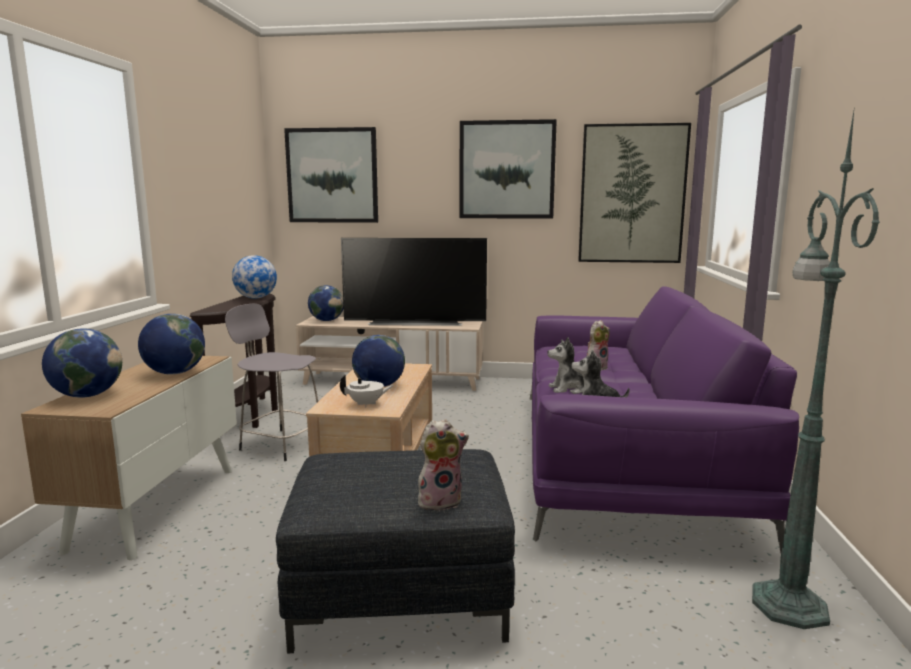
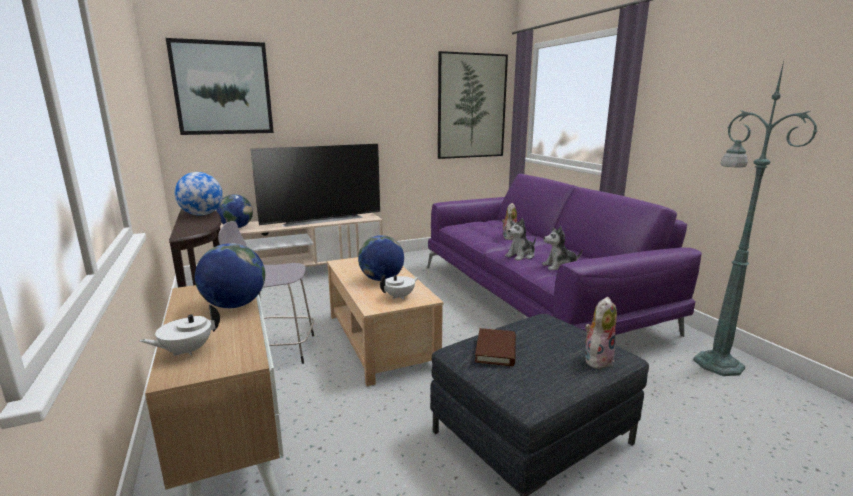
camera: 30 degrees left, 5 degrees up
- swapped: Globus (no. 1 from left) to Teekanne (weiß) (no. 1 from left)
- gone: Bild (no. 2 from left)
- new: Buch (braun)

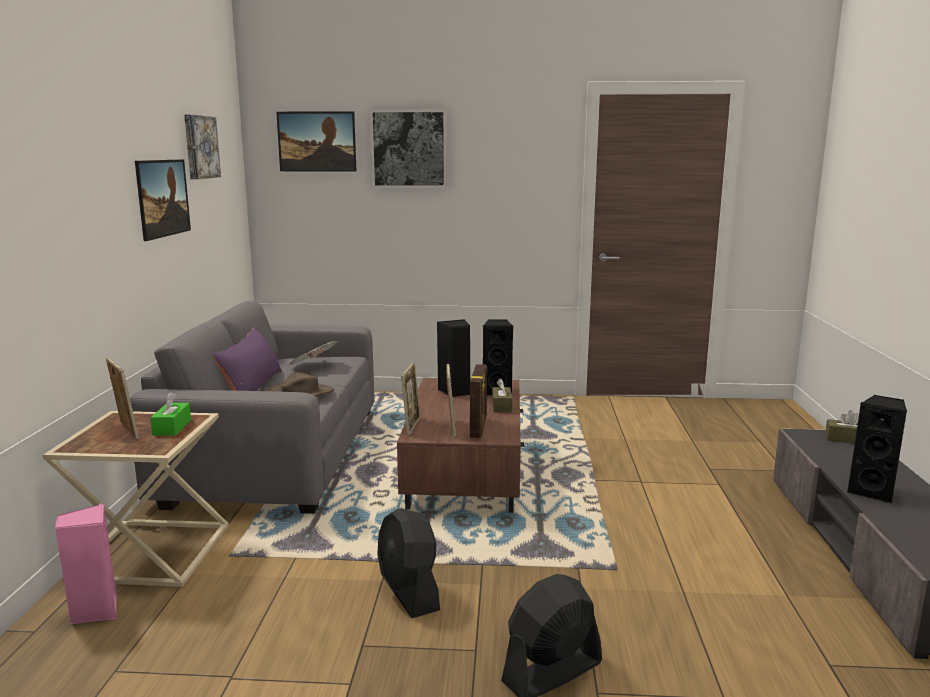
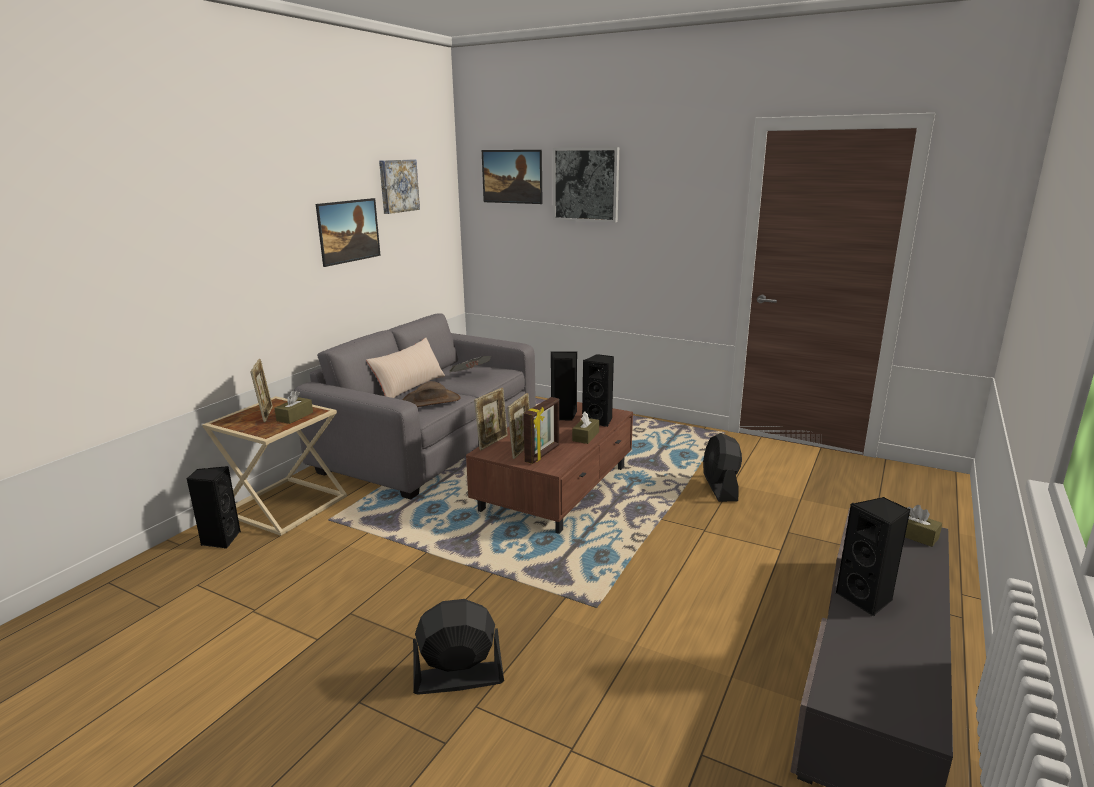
camera: 25 degrees right, 5 degrees up
- repainted: Lautsprecher (rosa) to Lautsprecher (schwarz) (no. 1 from left)
- repainted: Taschentuchbox (grün) to Taschentuchbox (braun) (no. 1 from left)
- repainted: Kissen (lila) to Kissen (beige)
- shifted: Ventilator (schwarz) (no. 1 from left in the first image) to Ventilator (schwarz) (no. 2 from left)

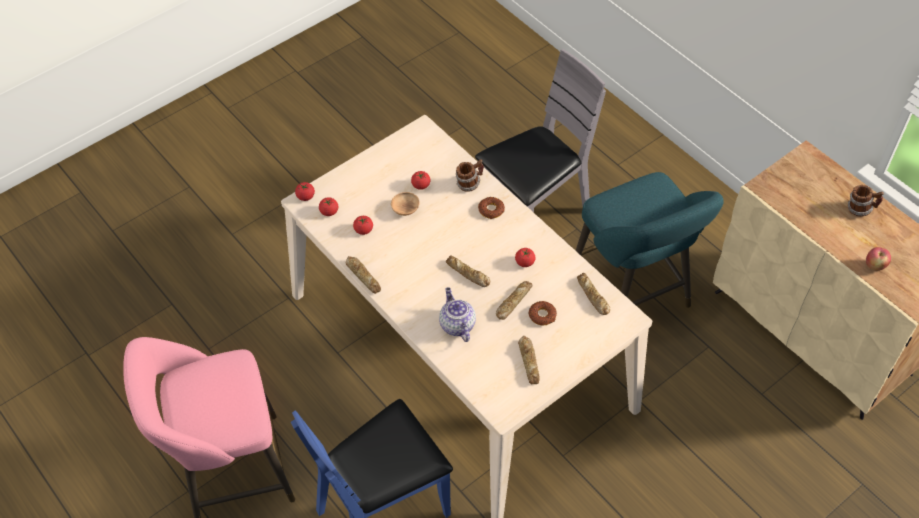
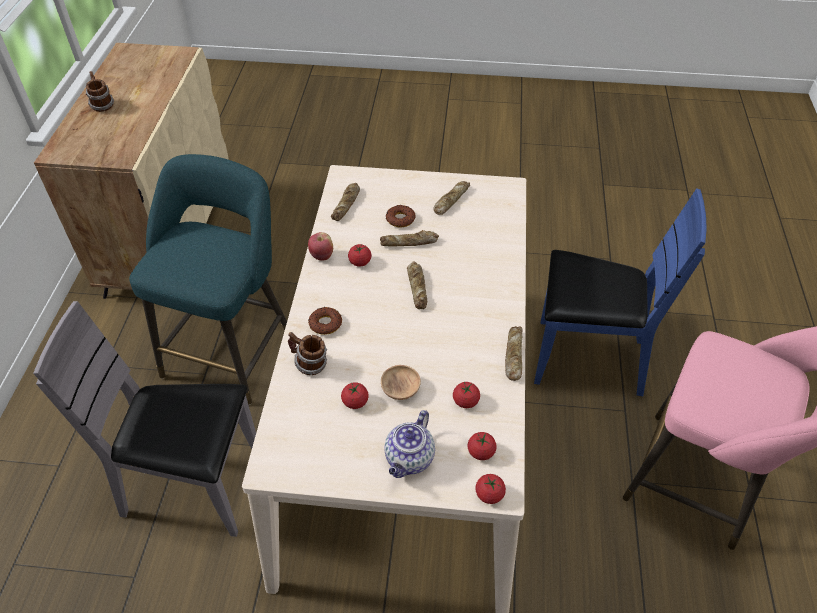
camera: 135 degrees left, 5 degrees down
- shifted: Teekanne
- shifted: Apfel

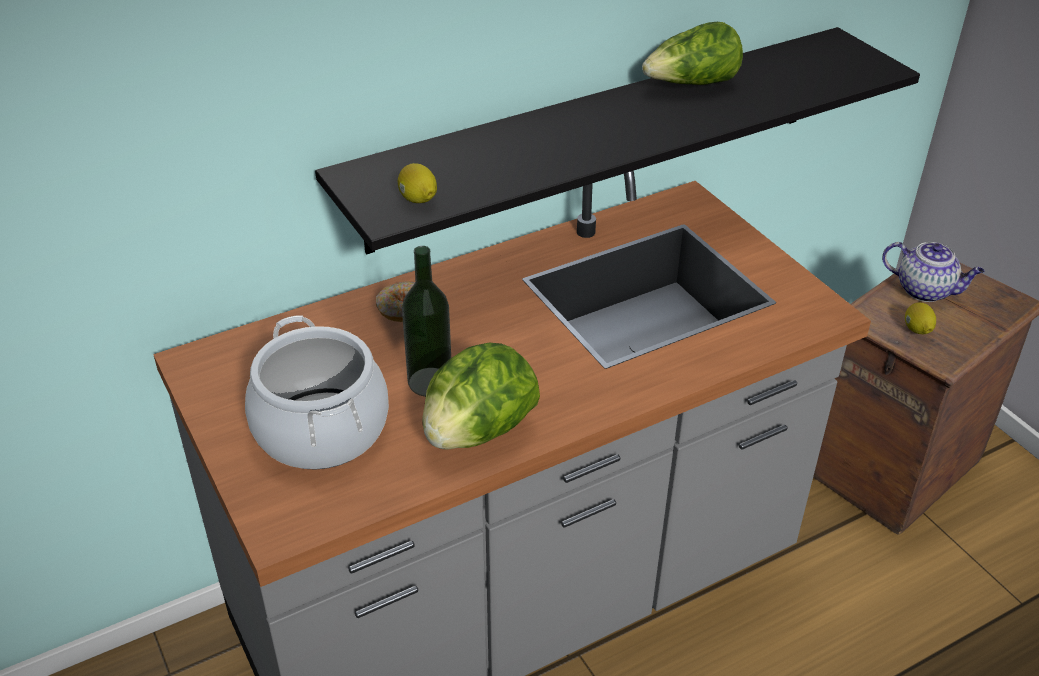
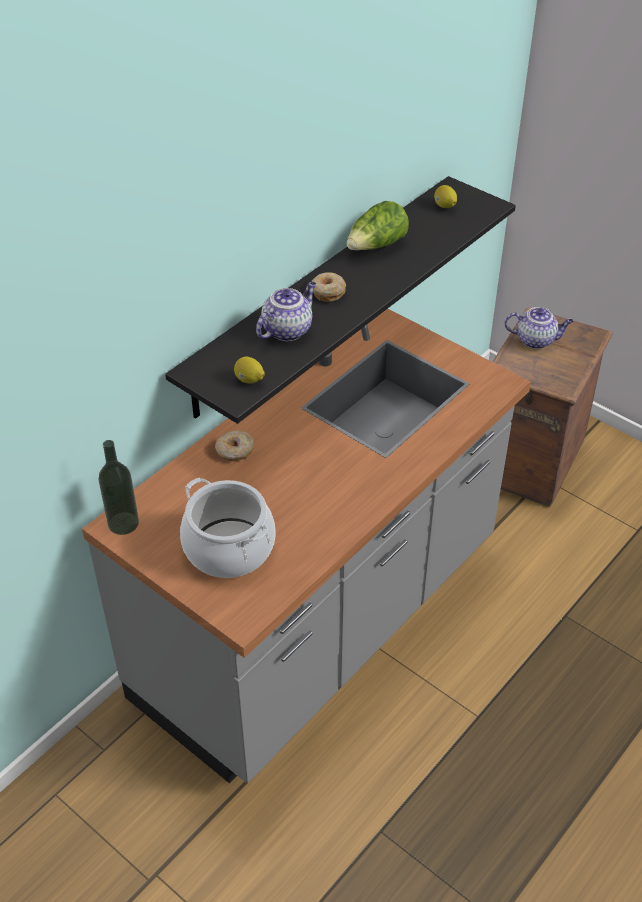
camera: 20 degrees left, 5 degrees up
- shifted: Flasche
- gone: Salatkopf (no. 1 from left)
- shifted: Zitrone (no. 2 from left)
- new: Teekanne (no. 1 from left)
- new: Donut (no. 2 from left)

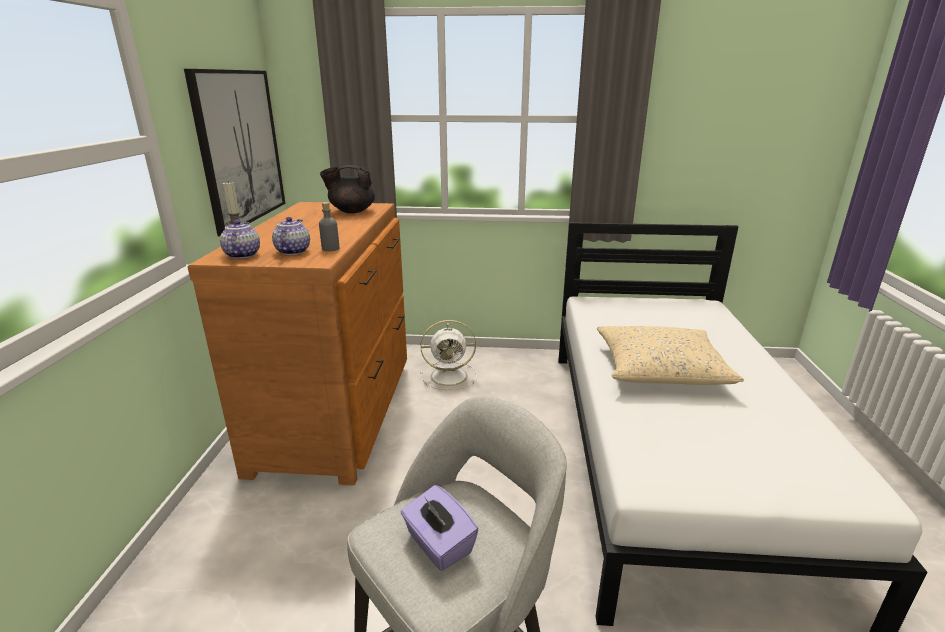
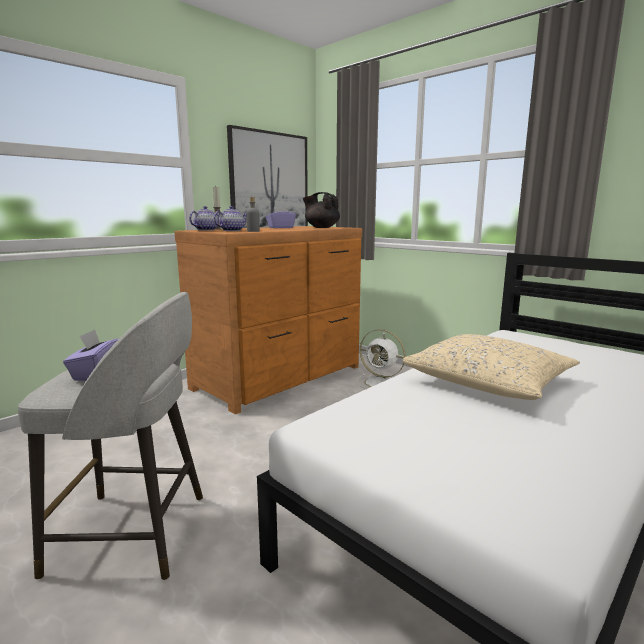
camera: 40 degrees right, 10 degrees down
- new: Taschentuchbox (lila) (no. 2 from left)

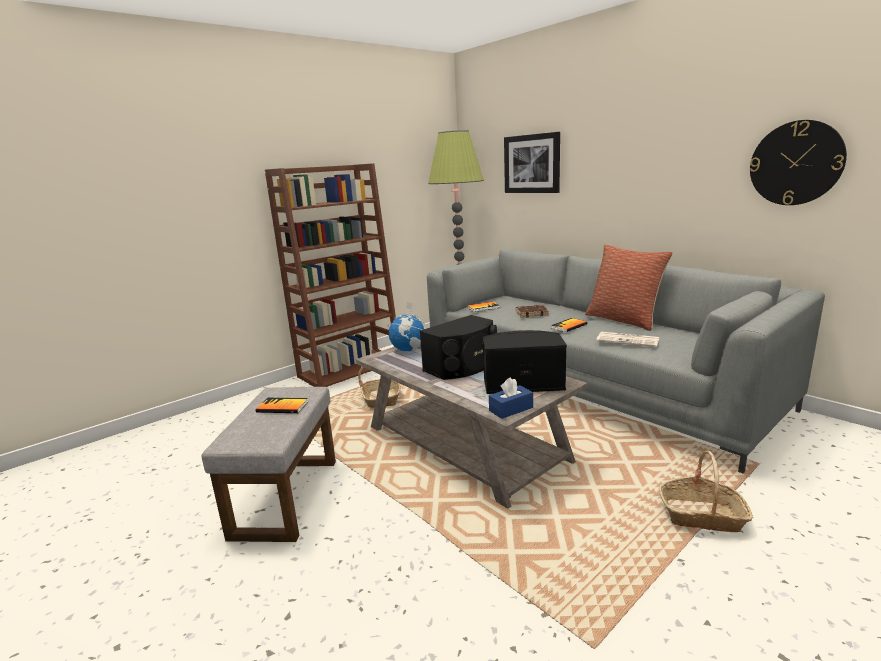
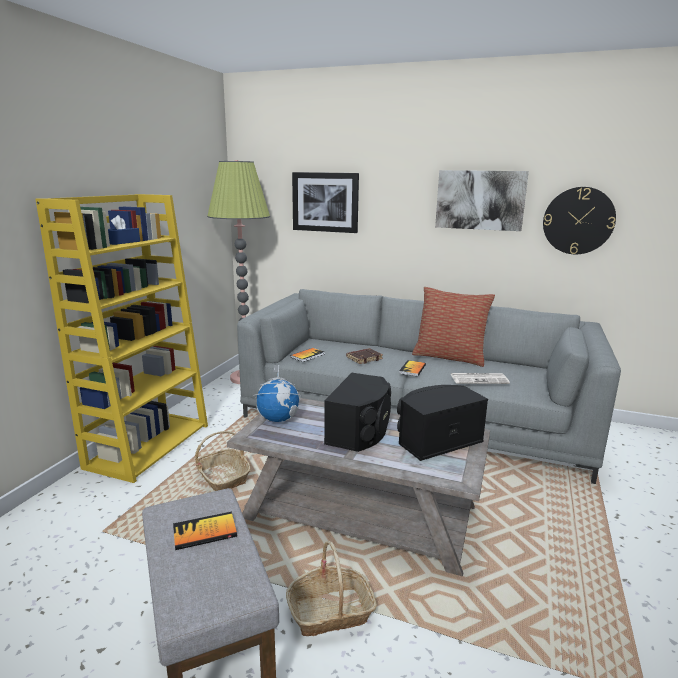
camera: 30 degrees left, 0 degrees up
- repainted: Bücherregal (braun) to Bücherregal (gelb)
- shifted: Taschentuchbox (blau)
- shifted: Korb (no. 2 from left)
- new: Bild (no. 2 from left)

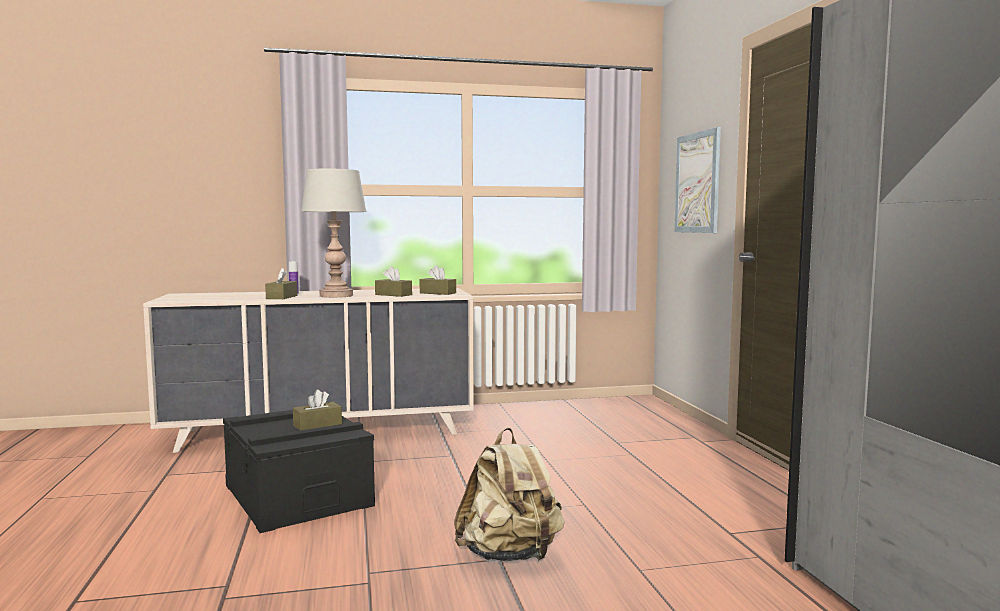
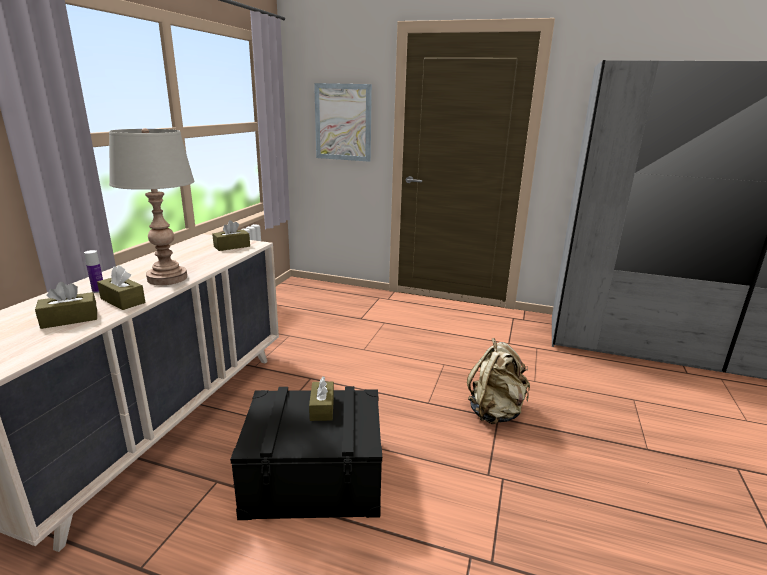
camera: 60 degrees left, 15 degrees up
- shifted: Taschentuchbox (braun) (no. 3 from left in the first image) to Taschentuchbox (braun) (no. 1 from left)

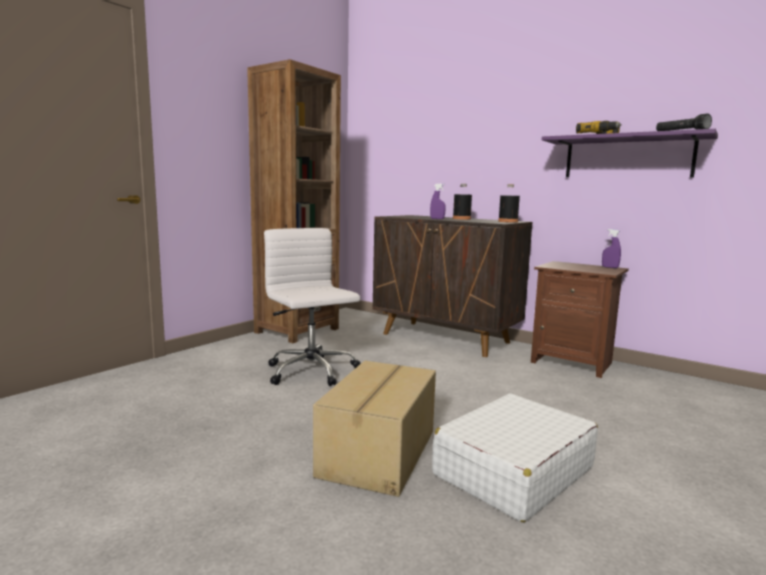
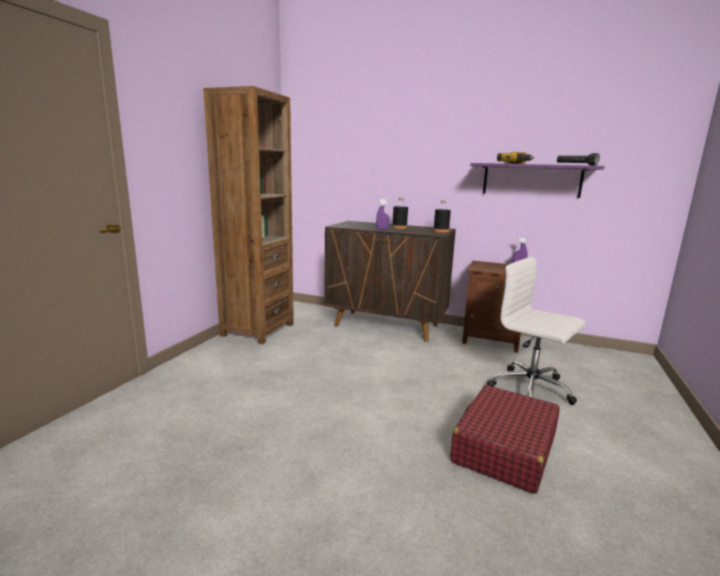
camera: 15 degrees left, 5 degrees up
- shifted: Bürostuhl (weiß)
- gone: Karton
- repainted: Koffer (weiß) to Koffer (rot)

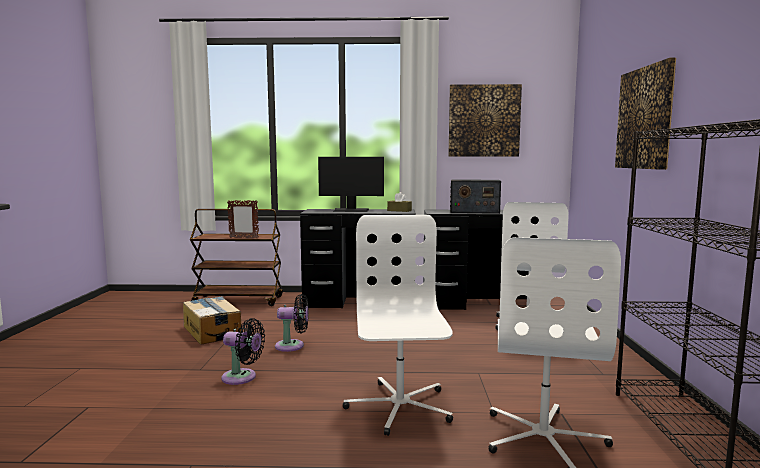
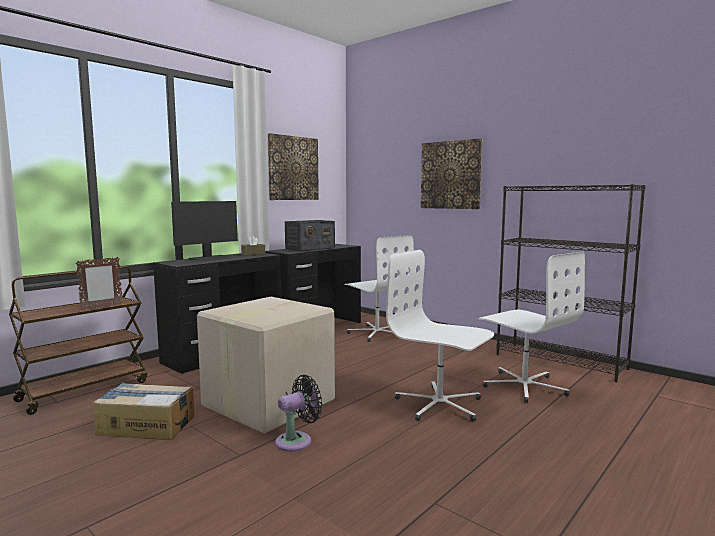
camera: 50 degrees left, 0 degrees up
- swapped: Ventilator (schwarz) (no. 2 from left) to Karton (no. 2 from left)

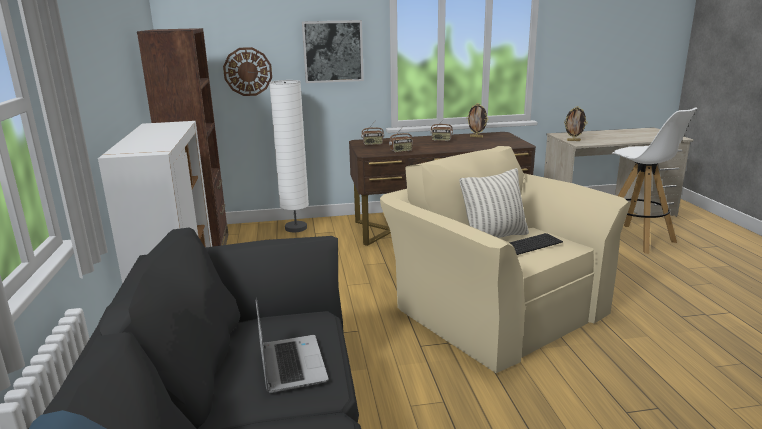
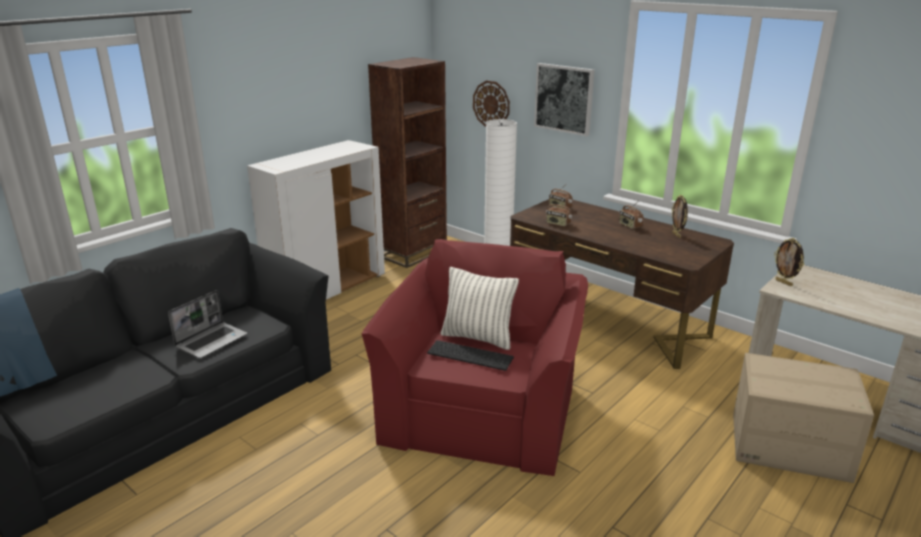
camera: 50 degrees right, 5 degrees up
- repainted: Sessel (beige) to Sessel (rot)
- swapped: Hocker (weiß) to Karton

